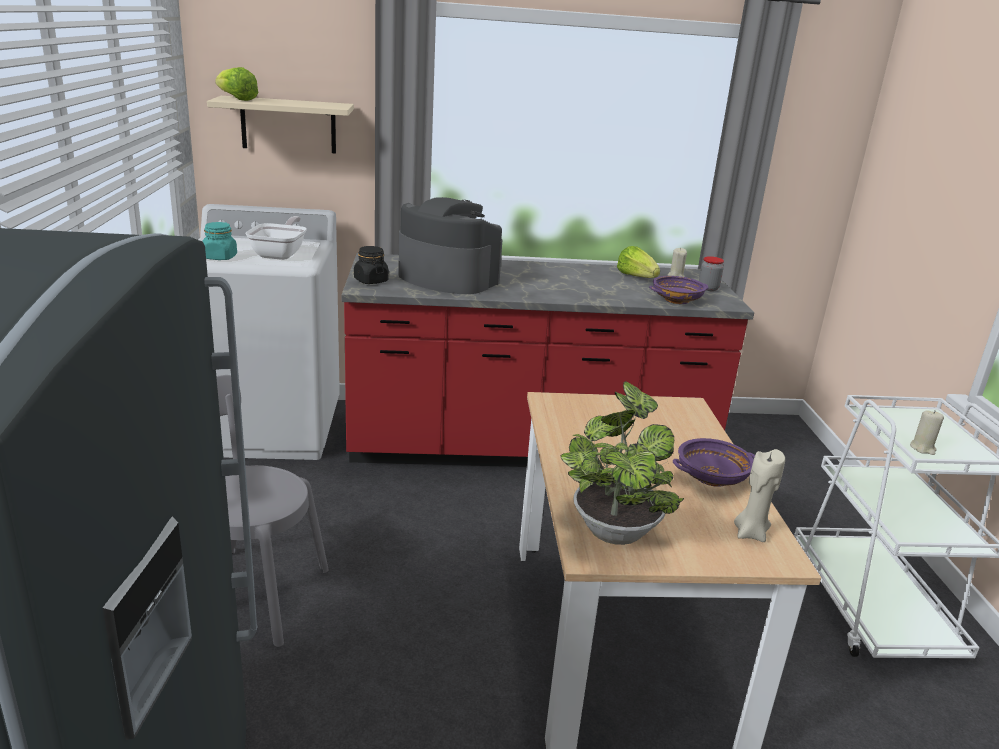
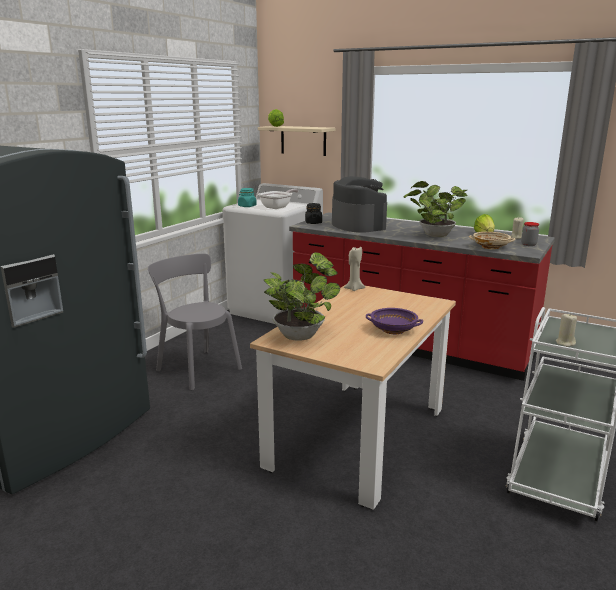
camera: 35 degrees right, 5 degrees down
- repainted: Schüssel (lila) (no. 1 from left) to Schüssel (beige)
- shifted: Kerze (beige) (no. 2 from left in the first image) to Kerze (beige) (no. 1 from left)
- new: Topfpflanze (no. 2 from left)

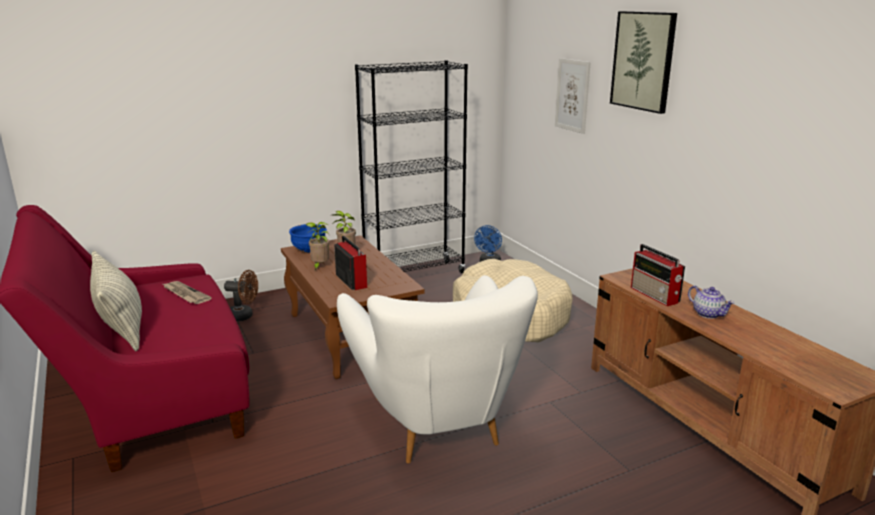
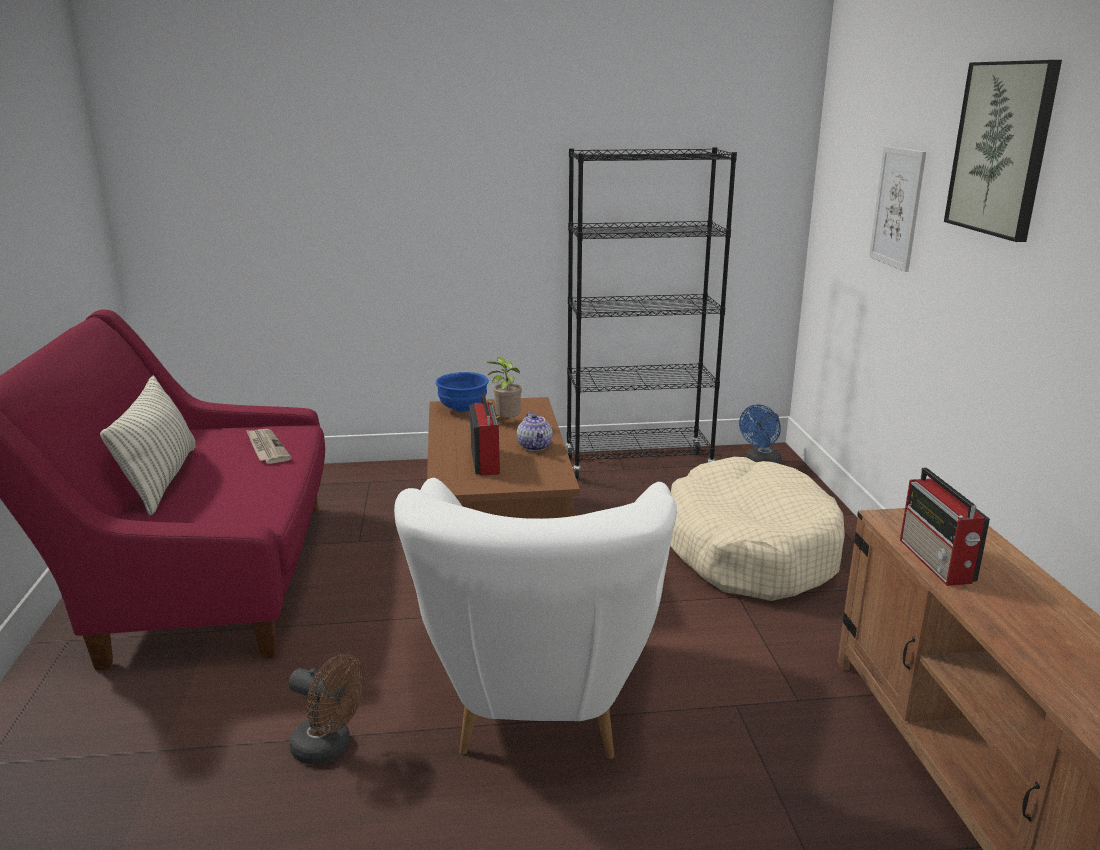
camera: 20 degrees right, 0 degrees up
- shifted: Ventilator (braun)
- gone: Topfpflanze (no. 1 from left)
- shifted: Teekanne

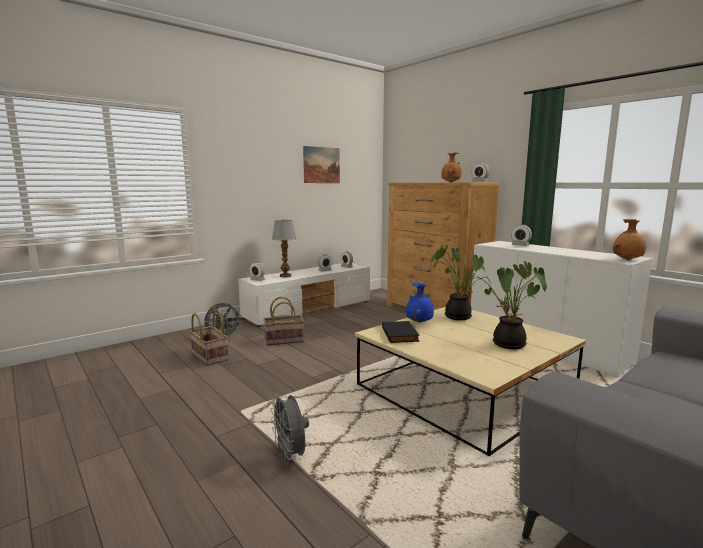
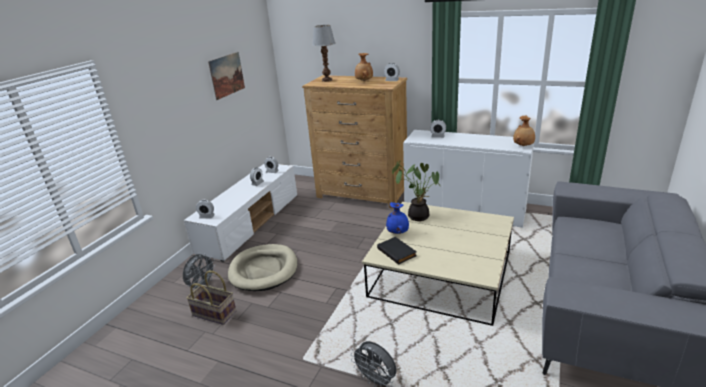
camera: 25 degrees left, 15 degrees up
- swapped: Korb (no. 2 from left) to Hundebett (beige)
- shifted: Tischlampe
- gone: Topfpflanze (no. 2 from left)

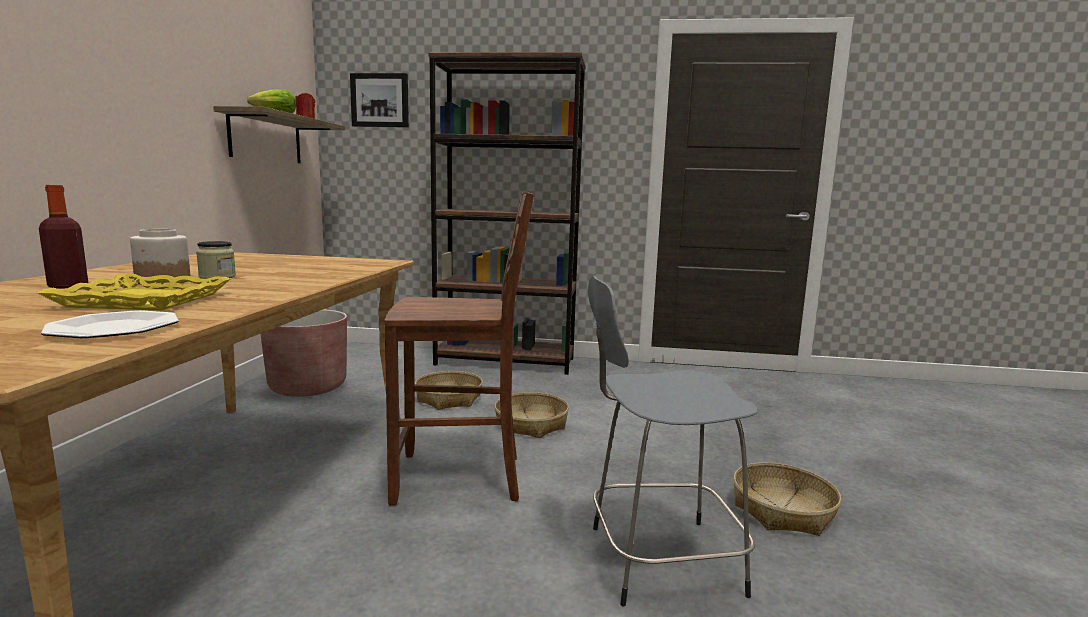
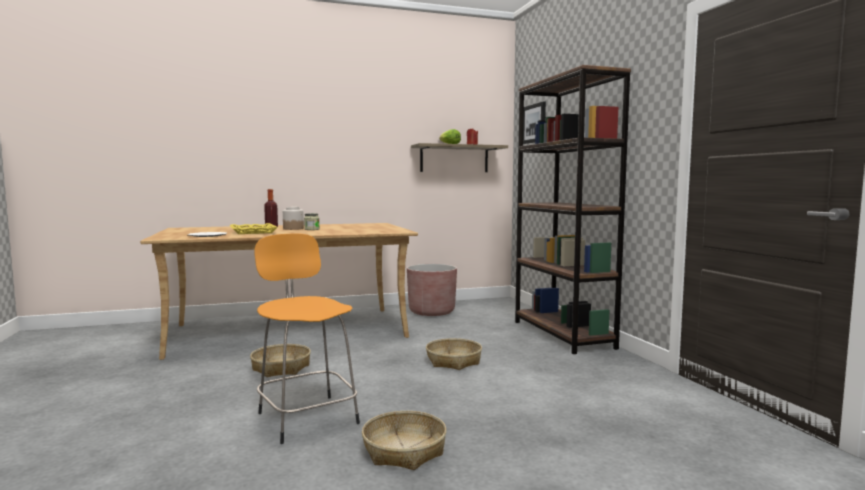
camera: 65 degrees right, 5 degrees down
- gone: Stuhl (braun)
- shifted: Korb (no. 1 from left)
- repainted: Hocker (grau) to Hocker (orange)

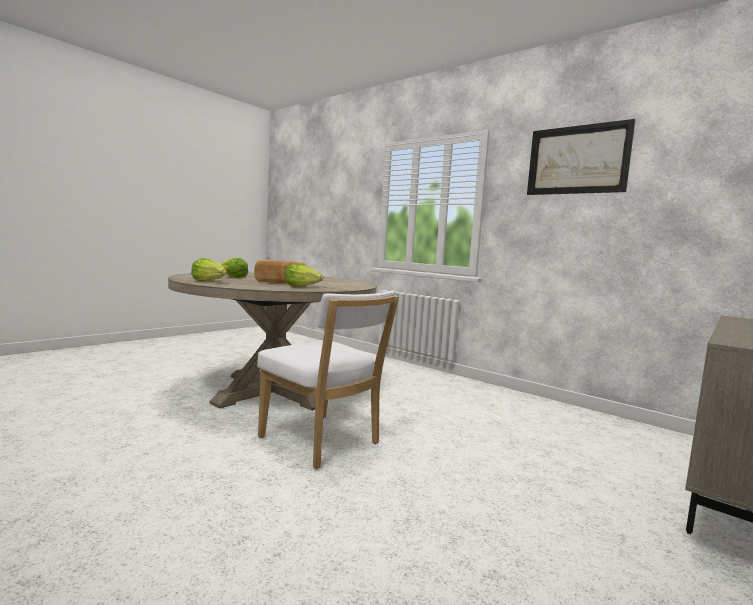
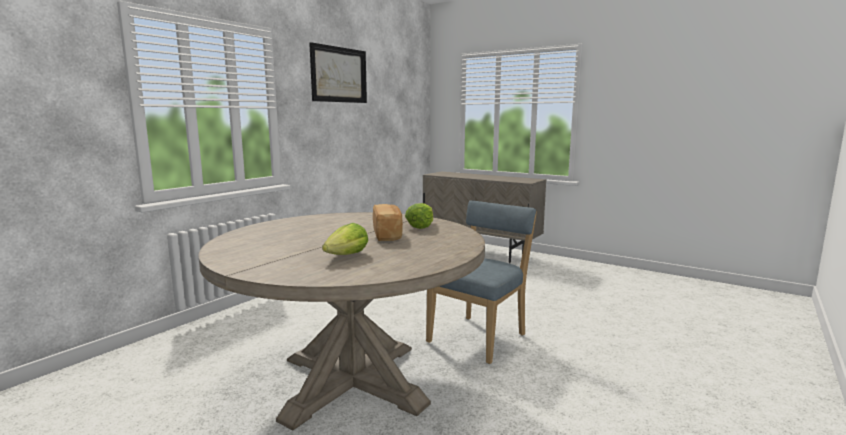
camera: 95 degrees left, 5 degrees up
- gone: Salatkopf (no. 1 from left)
- repainted: Stuhl (weiß) to Stuhl (blau)

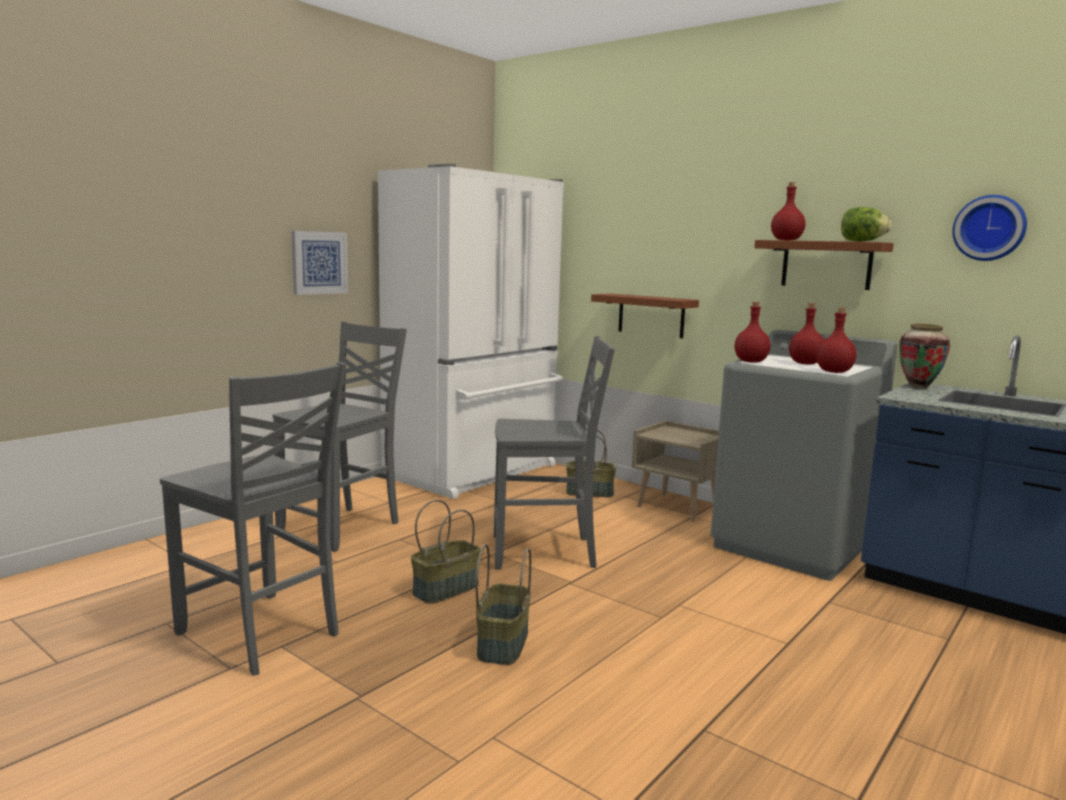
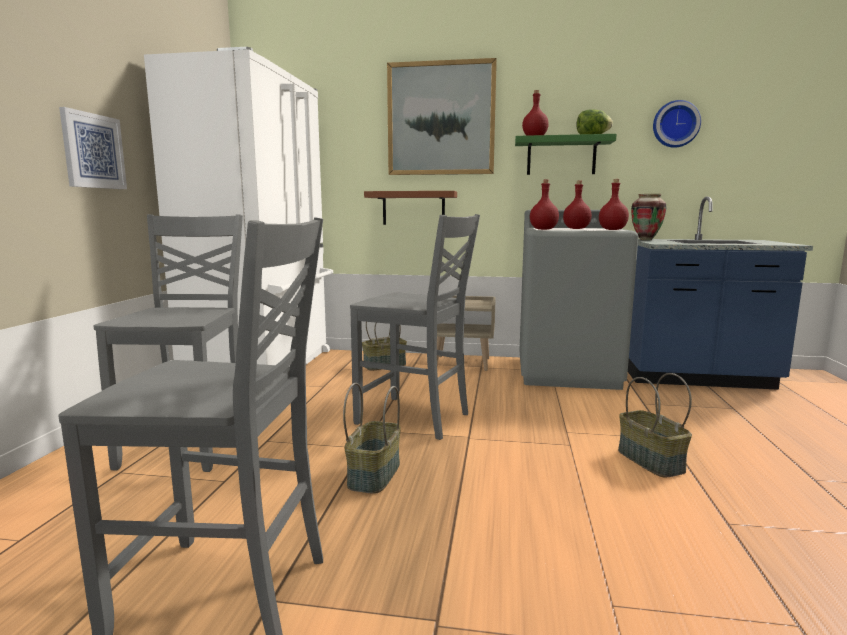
camera: 30 degrees left, 0 degrees up
- shifted: Korb (no. 2 from left in the first image) to Korb (no. 3 from left)
- rotated: Stuhl (grau) (no. 3 from left) 60 degrees clockwise
- repainted: Wandregal (braun) (no. 2 from left) to Wandregal (grün)
- new: Bild (no. 2 from left)

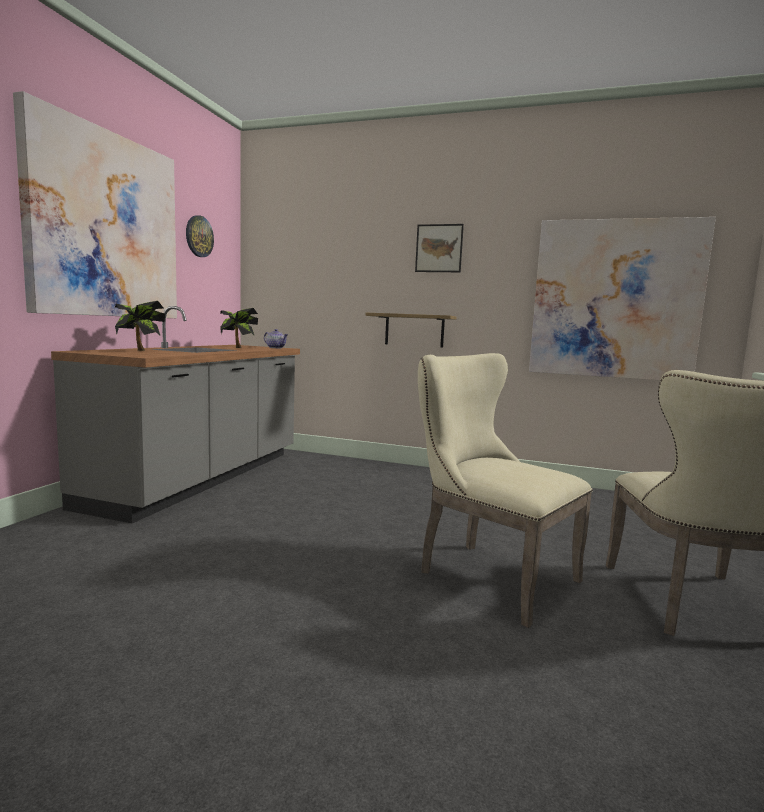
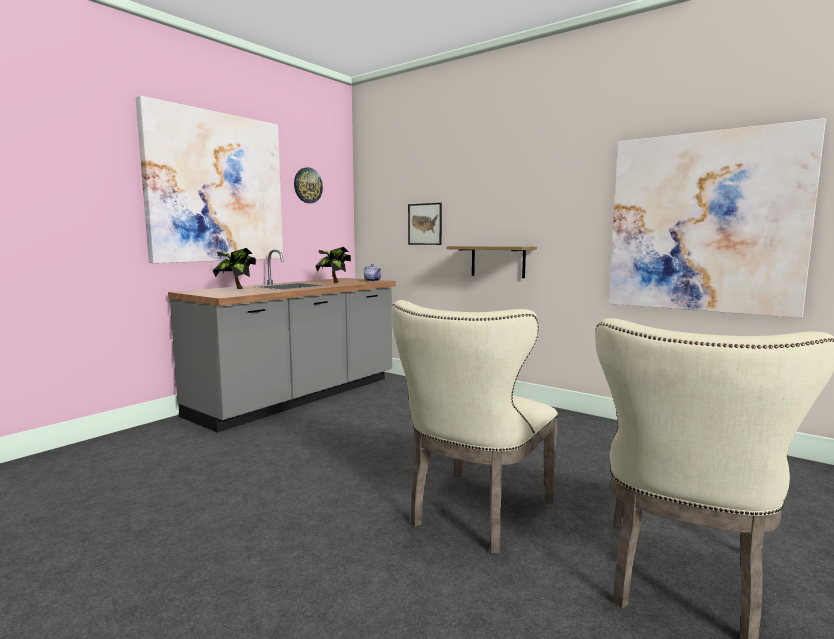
camera: 20 degrees right, 0 degrees up
- shifted: Bild (no. 2 from left)
- rotated: Stuhl (beige) (no. 1 from left) 120 degrees counterclockwise

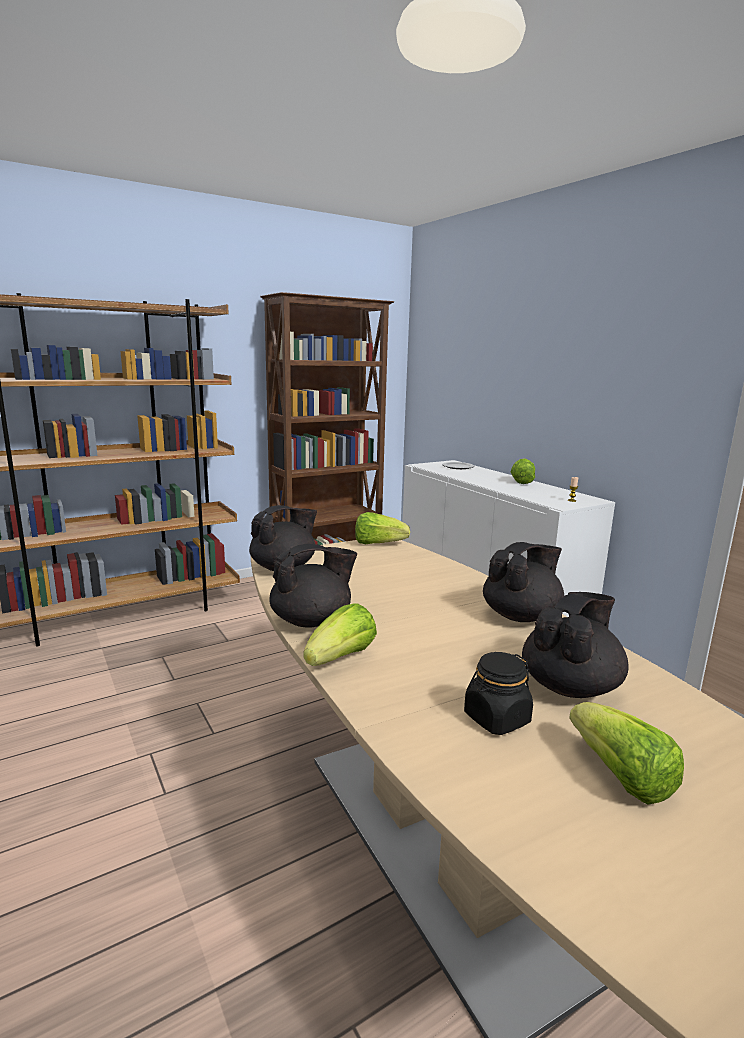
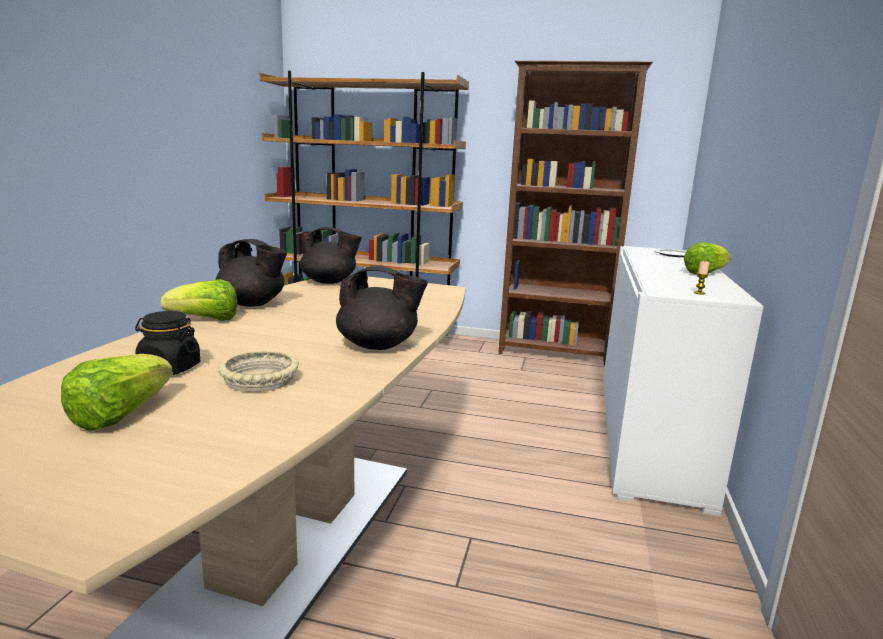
camera: 45 degrees right, 0 degrees up
- gone: Salatkopf (no. 2 from left)
- swapped: Teekanne (schwarz) (no. 4 from left) to Schüssel (beige)

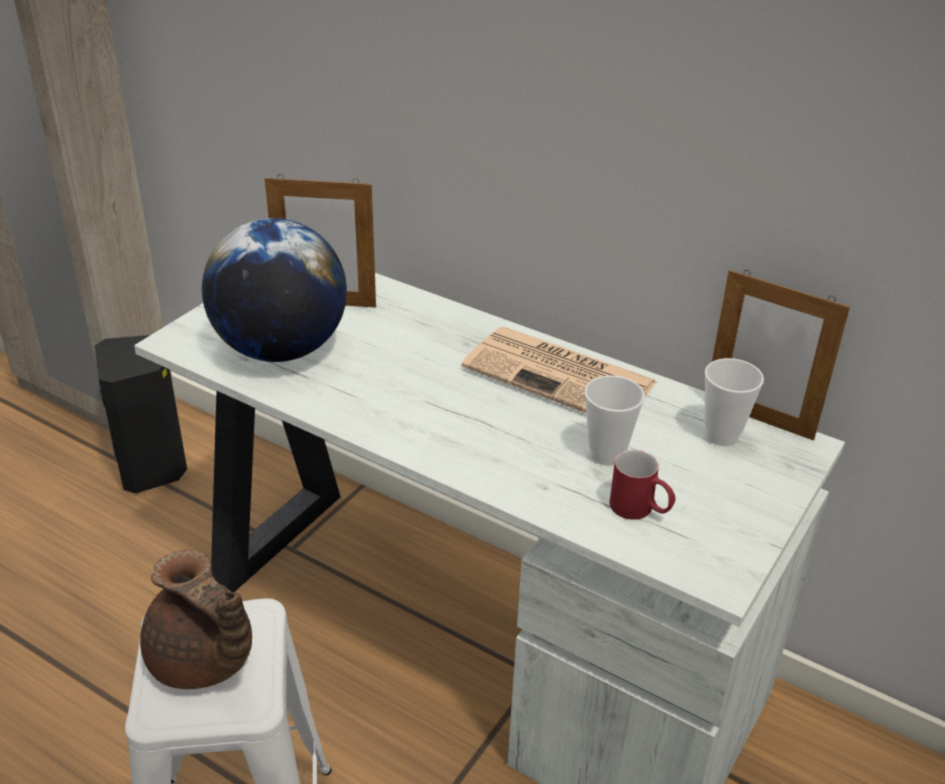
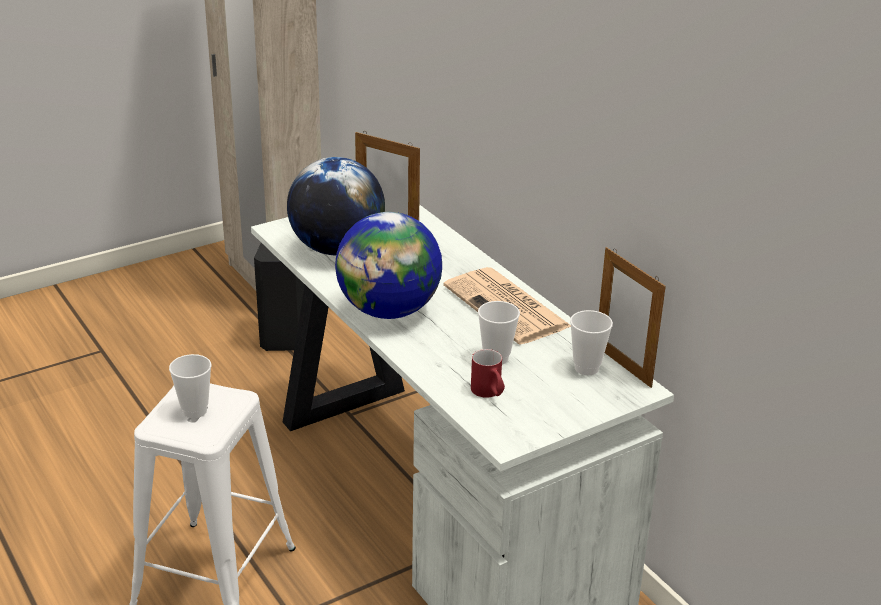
camera: 25 degrees right, 5 degrees down
- swapped: Teekanne (braun) to Tasse (no. 1 from left)
- new: Globus (no. 2 from left)

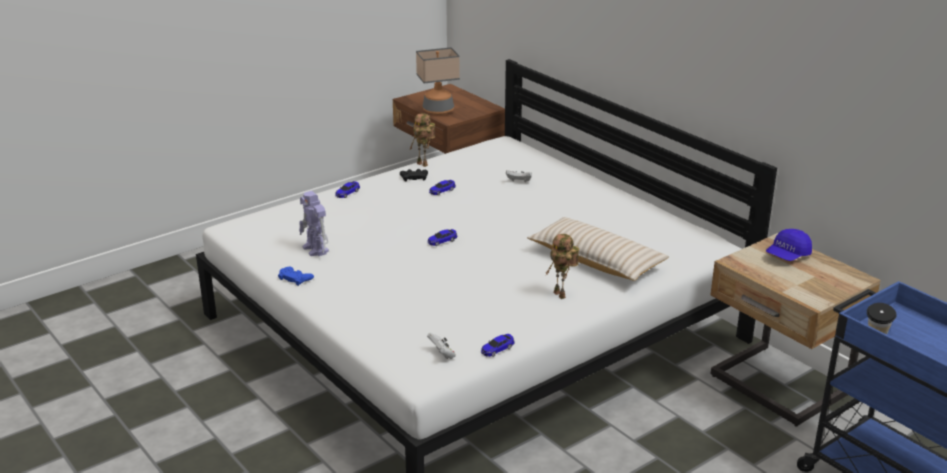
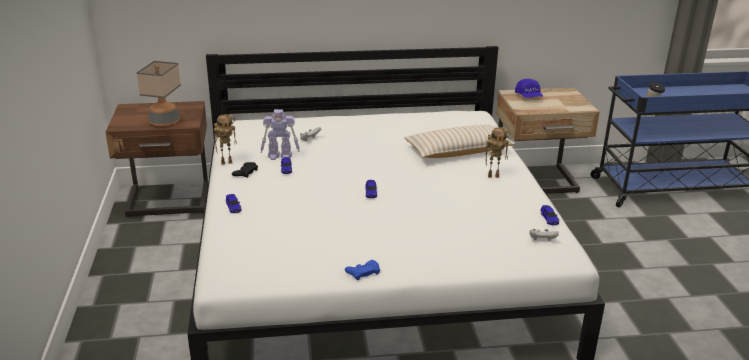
camera: 60 degrees left, 0 degrees up
- shifted: Spielzeugroboter (no. 1 from left in the first image) to Spielzeugroboter (no. 2 from left)

